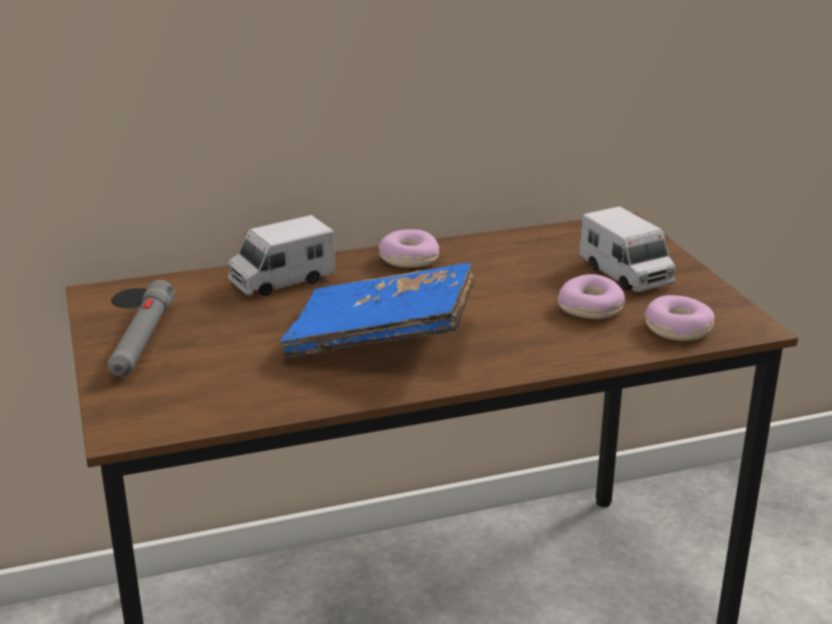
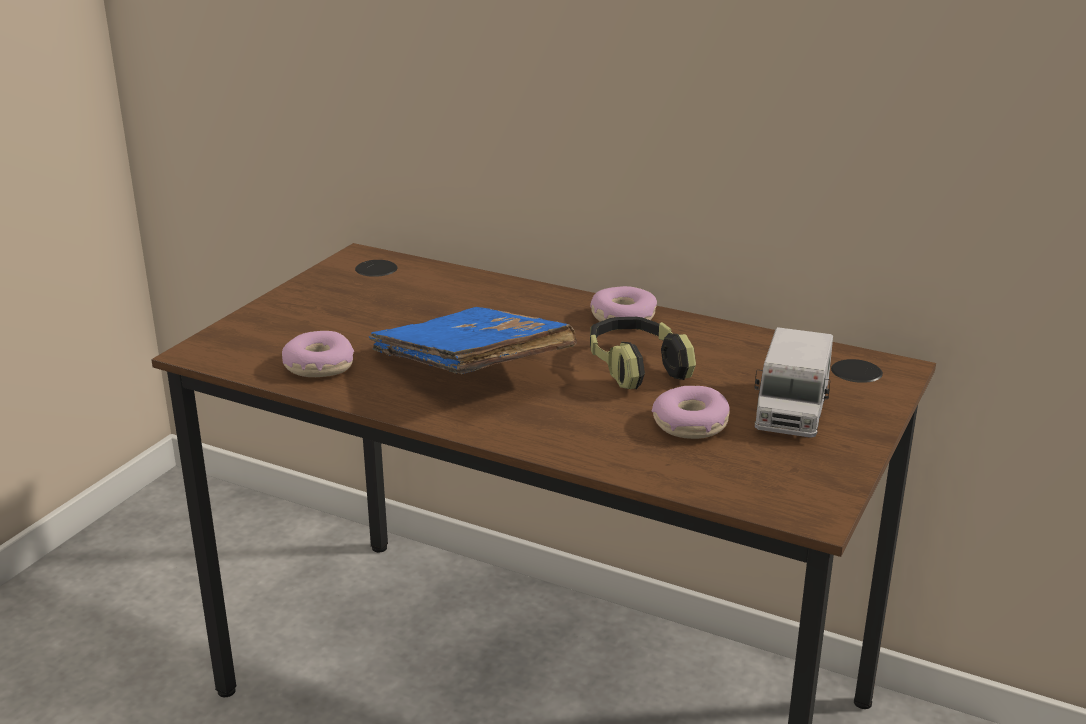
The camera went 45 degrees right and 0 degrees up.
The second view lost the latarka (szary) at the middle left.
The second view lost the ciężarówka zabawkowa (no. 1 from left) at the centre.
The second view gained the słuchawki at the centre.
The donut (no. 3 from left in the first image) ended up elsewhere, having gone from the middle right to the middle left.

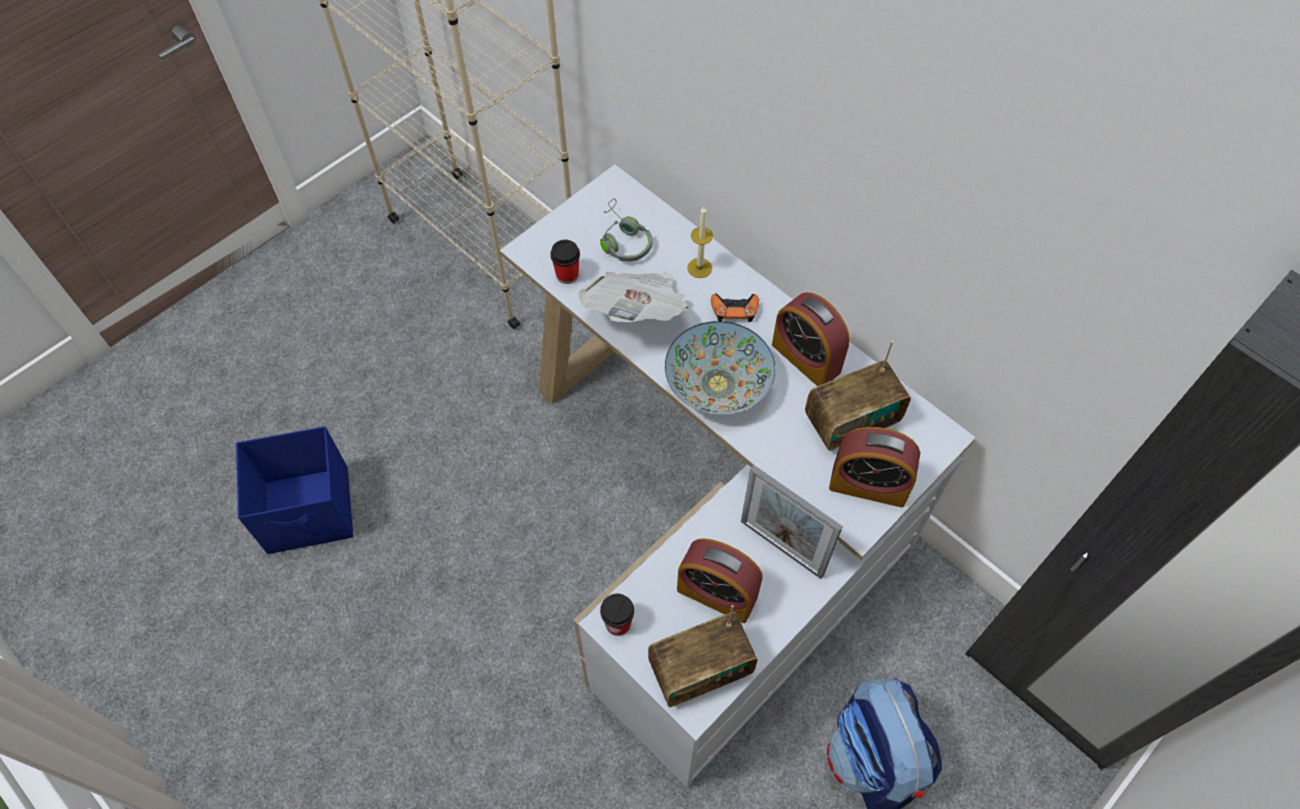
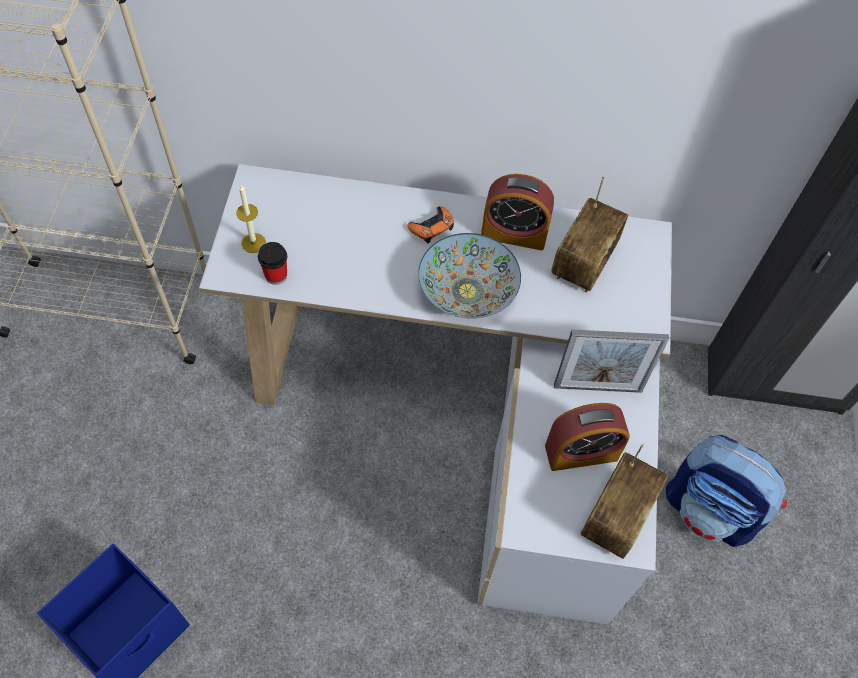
The camera went 40 degrees left and 0 degrees up.
The second view lost the gazeta at the centre.
The second view lost the słuchawki (szary) at the top centre.
The second view lost the filiżanka (no. 2 from left) at the bottom centre.
The second view lost the budzik (no. 3 from left) at the middle right.
The świeca ended up elsewhere, having gone from the top centre to the top left.

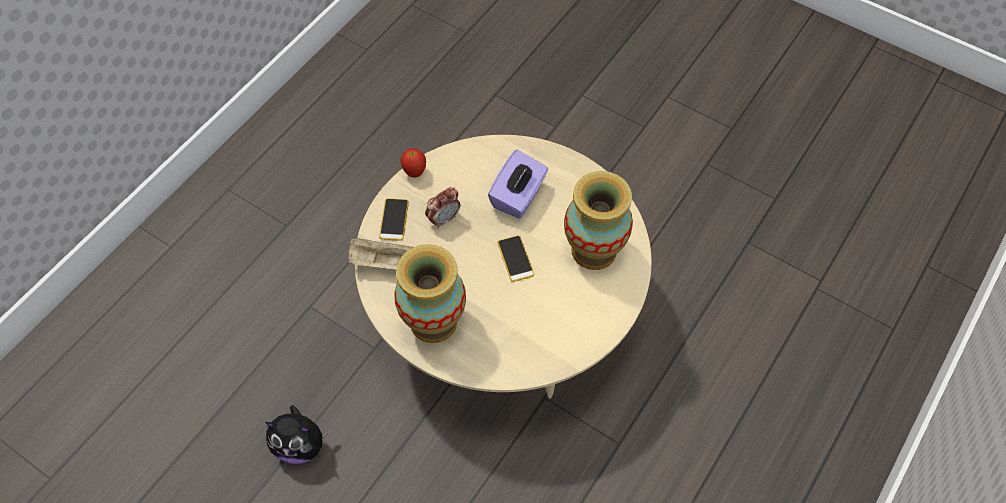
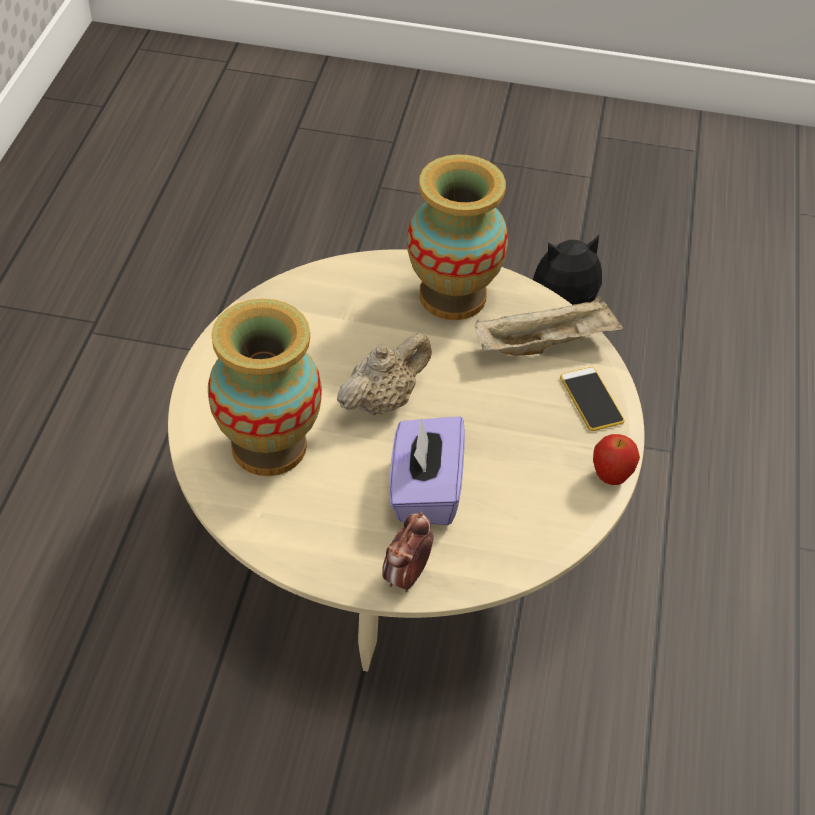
The camera went 155 degrees right and 10 degrees down.
The budzik ended up elsewhere, having gone from the centre to the bottom centre.
Where the telefon (no. 2 from left) stood at the centre, the imbryk (beżowy) came to stand at the centre.

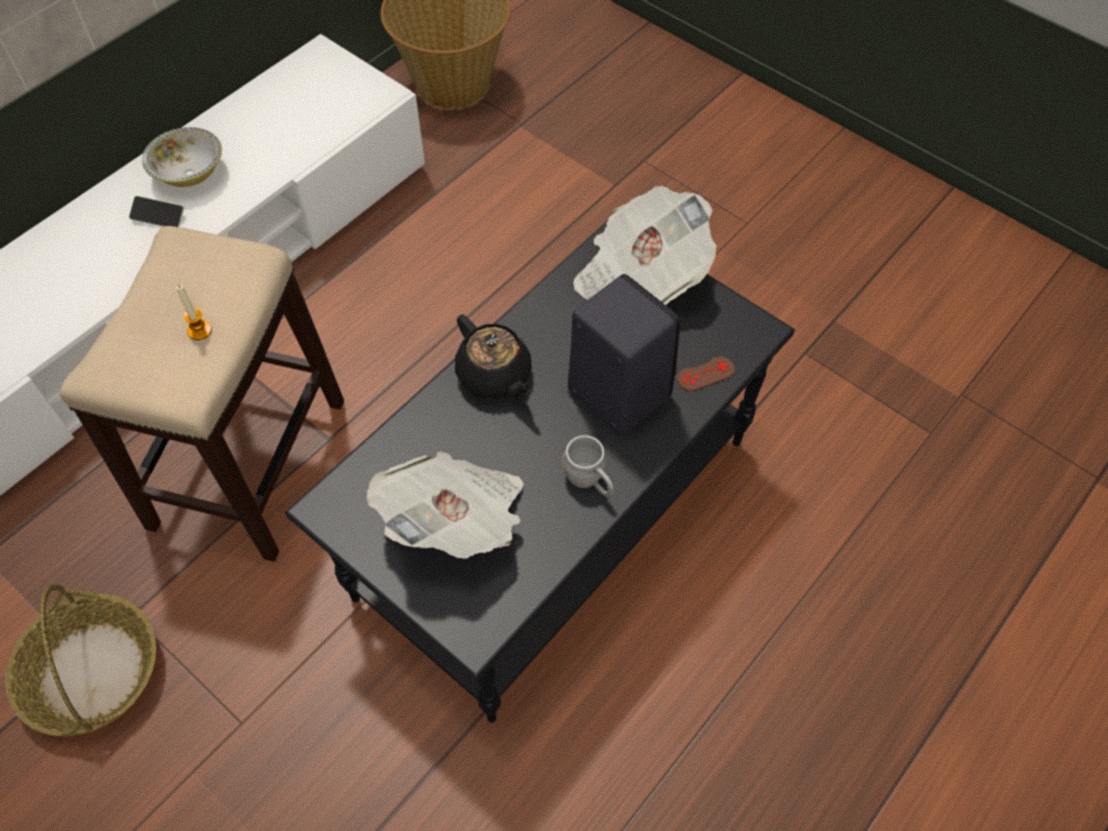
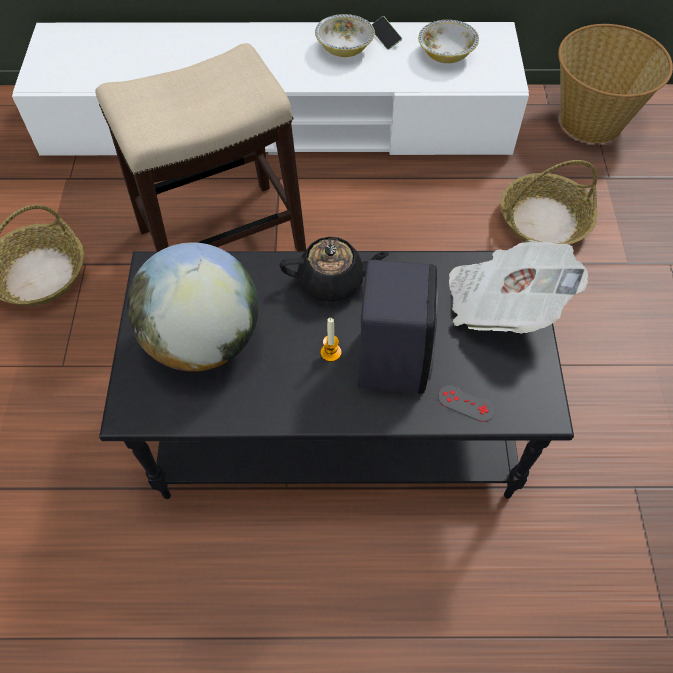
The camera went 50 degrees right and 0 degrees up.
The second view lost the kubek (szary) at the centre.
The second view gained the miska (no. 2 from left) at the top centre.
The second view gained the koszyk (no. 2 from left) at the top right.
The telefon ended up elsewhere, having gone from the top left to the top centre.
The świeca ended up elsewhere, having gone from the middle left to the centre.
Where the gazeta (no. 1 from left) stood at the centre, the globus came to stand at the middle left.
What was the pad do gier (brązowy) at the centre turned into the pad do gier (szary) at the middle right.
The imbryk (czarny) at the centre ended up facing another way, 105 degrees counterclockwise from before.

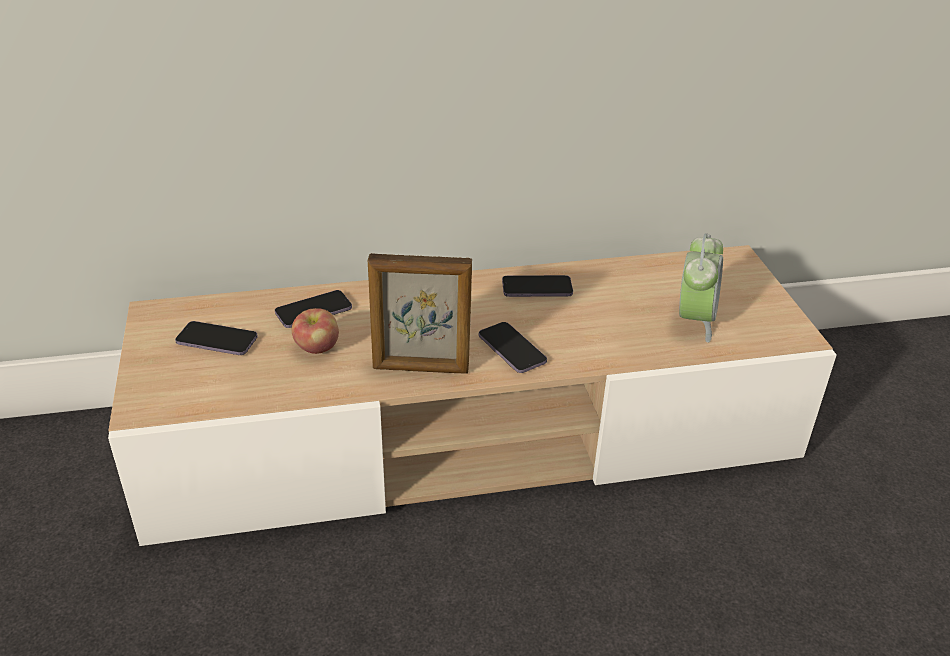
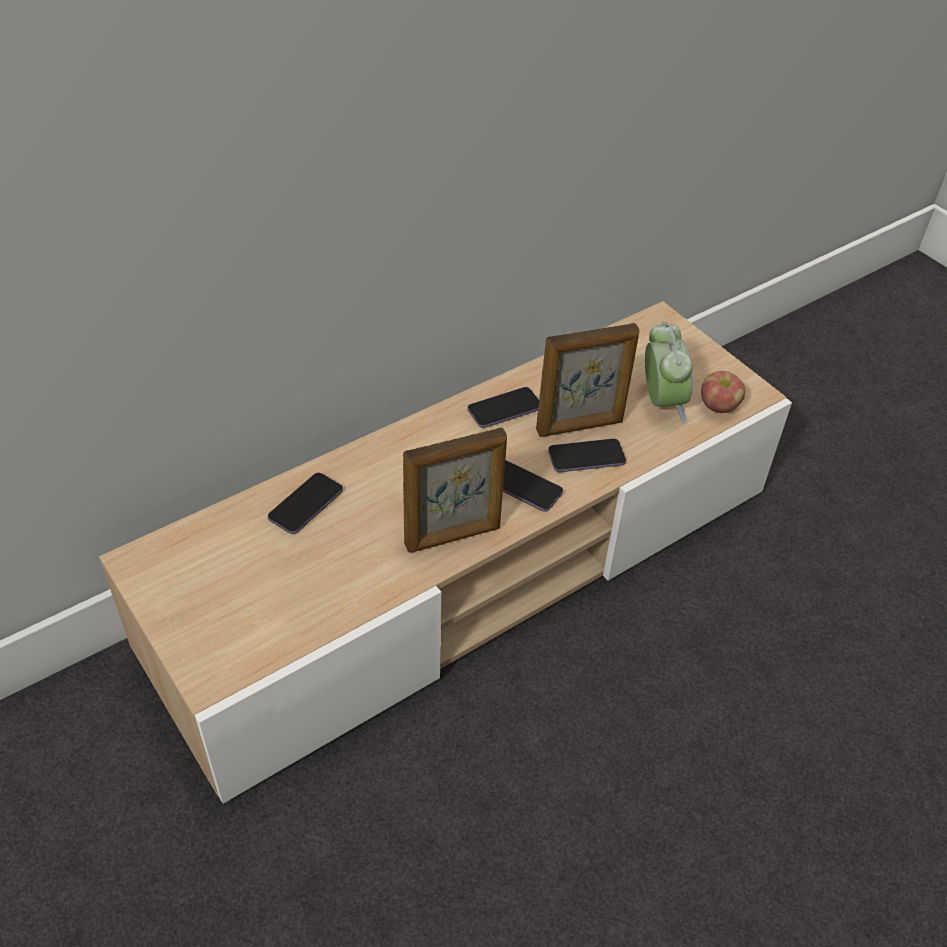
The camera went 25 degrees left and 10 degrees up.
The second view gained the ramka na zdjęcie (no. 2 from left) at the centre.
The telefon (no. 1 from left in the first image) ended up elsewhere, having gone from the middle left to the centre.
The jabłko ended up elsewhere, having gone from the middle left to the middle right.

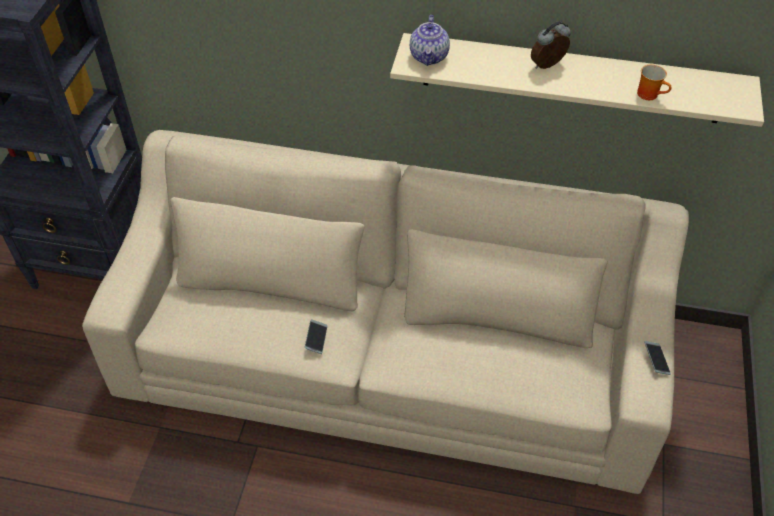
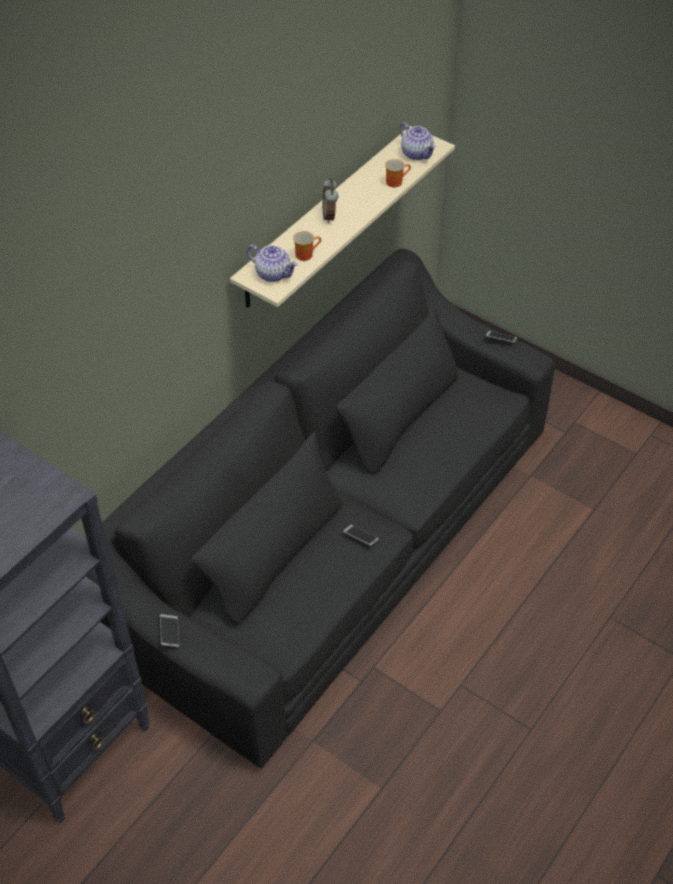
The camera went 65 degrees left and 0 degrees up.
The second view gained the telefon (no. 1 from left) at the bottom left.
The second view gained the kubek (no. 1 from left) at the top centre.
The second view gained the imbryk (no. 2 from left) at the top centre.
What was the kanapa (beżowy) at the centre turned into the kanapa (czarny) at the centre.

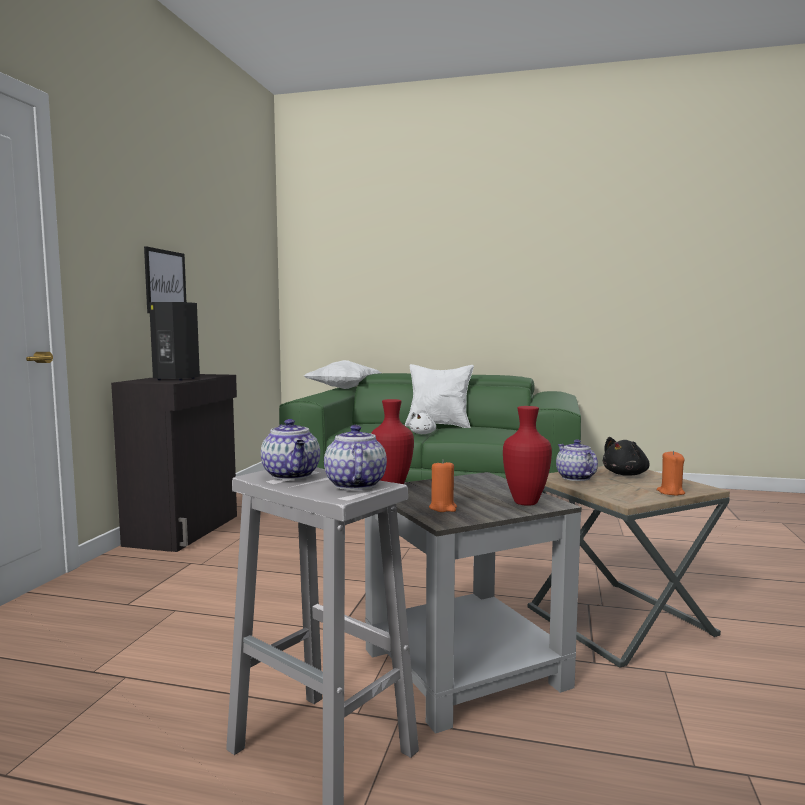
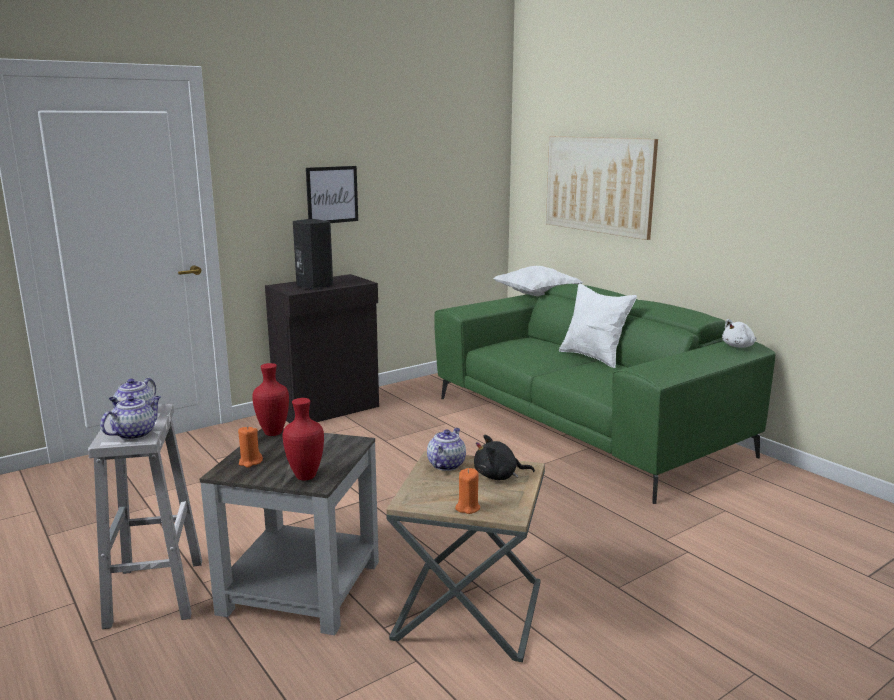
The camera went 40 degrees right and 10 degrees up.
The second view gained the obraz (no. 2 from left) at the top right.
The pluszak (biały) ended up elsewhere, having gone from the centre to the middle right.

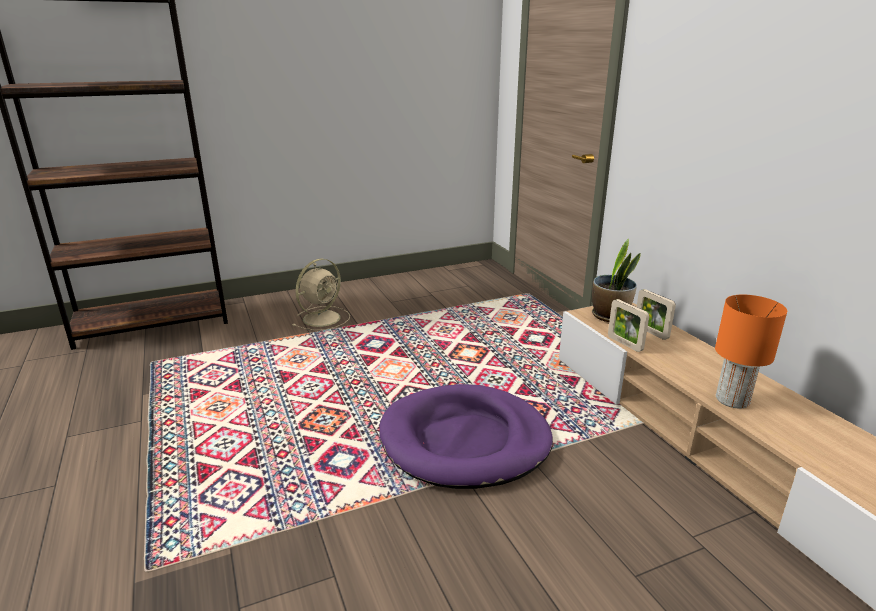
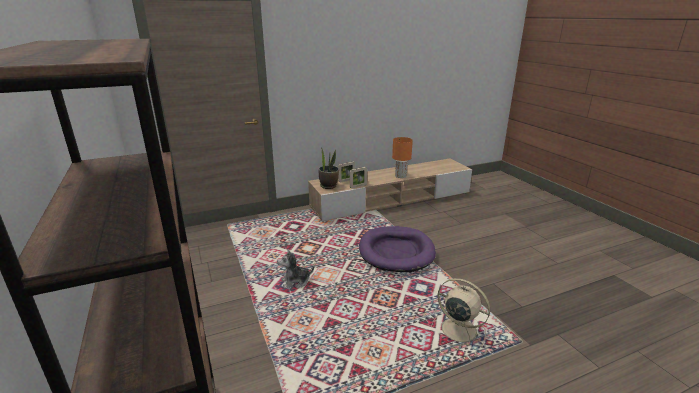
The camera went 90 degrees left and 0 degrees up.
The second view gained the pluszak at the bottom centre.
The wentylator (beżowy) ended up elsewhere, having gone from the centre to the bottom centre.

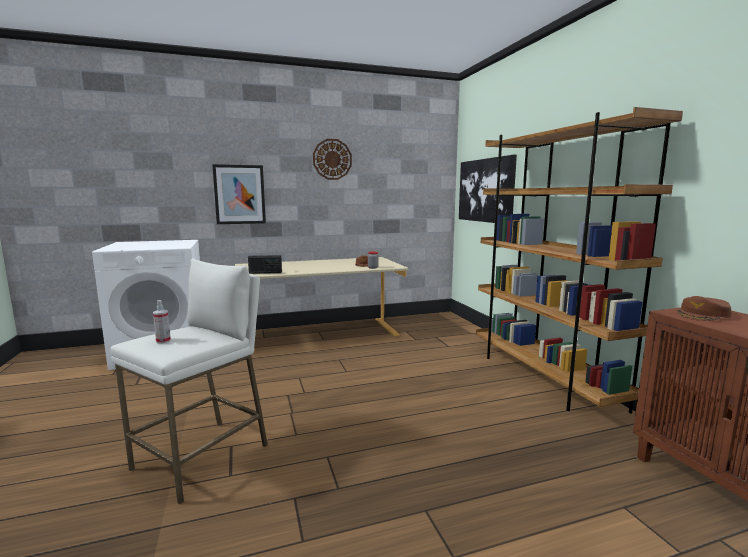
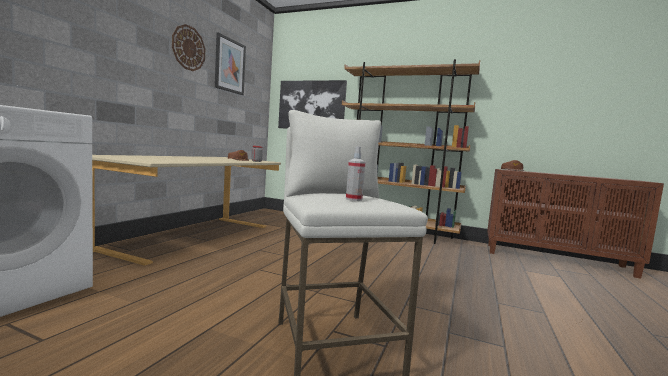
The camera went 50 degrees left and 5 degrees down.
The second view lost the radio at the centre.
The obraz (no. 1 from left) ended up elsewhere, having gone from the middle left to the top centre.

